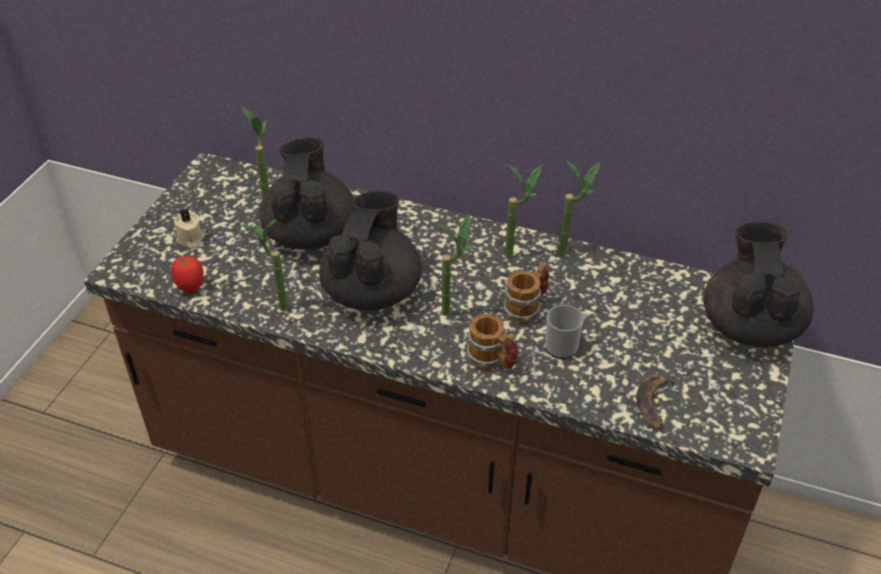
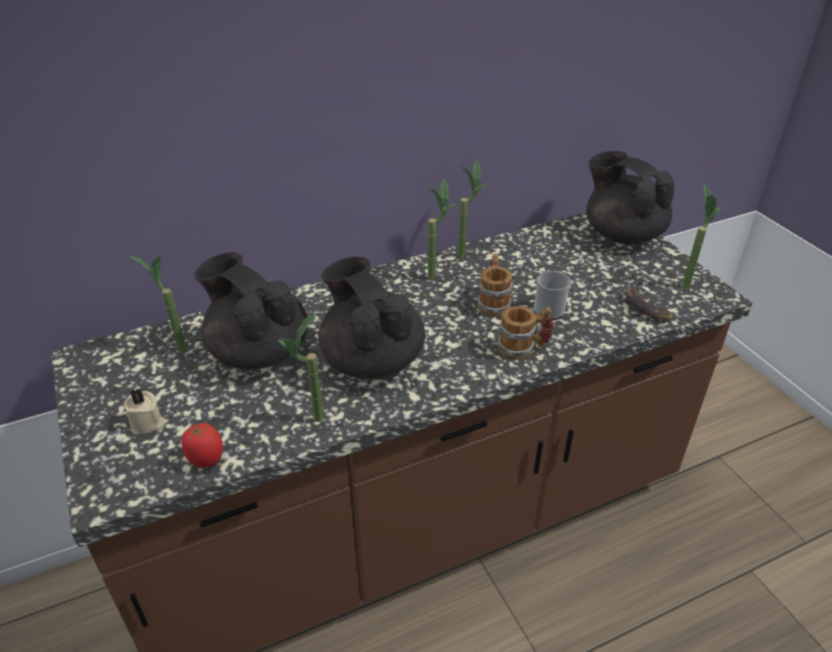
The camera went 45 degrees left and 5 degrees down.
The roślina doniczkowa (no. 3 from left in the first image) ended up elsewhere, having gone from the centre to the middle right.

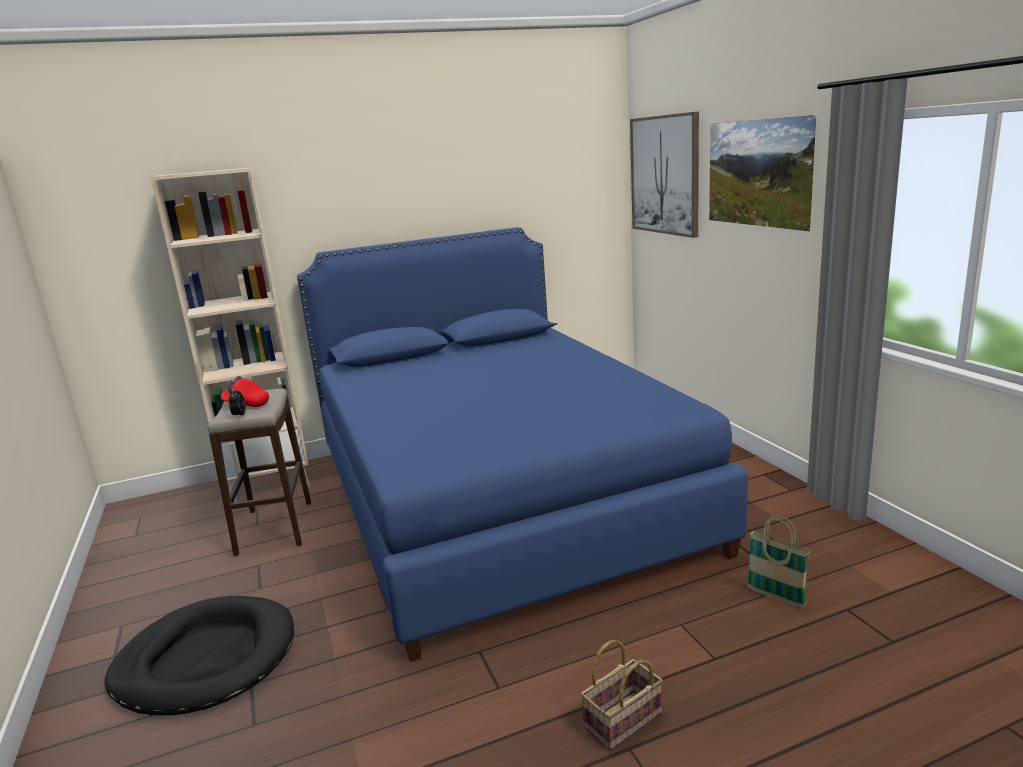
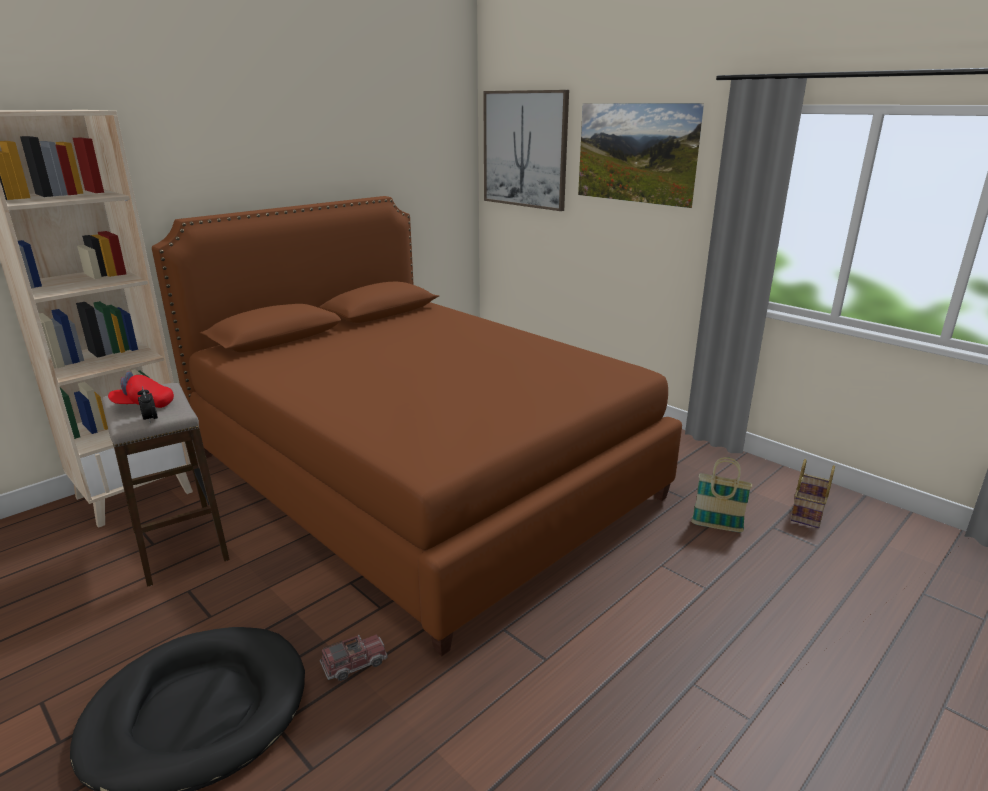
The camera went 25 degrees left and 5 degrees up.
The second view gained the ciężarówka zabawkowa at the bottom centre.
The koszyk (no. 1 from left in the first image) ended up elsewhere, having gone from the bottom centre to the middle right.
What was the łóżko (niebieski) at the centre turned into the łóżko (brązowy) at the centre.

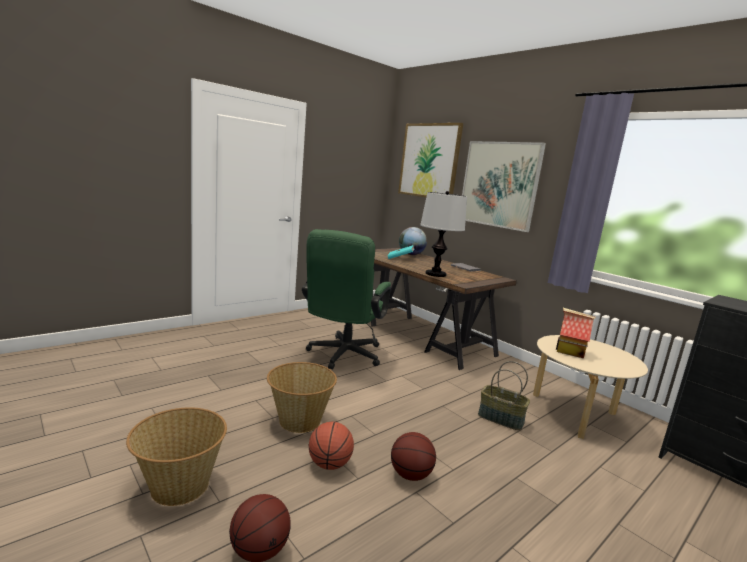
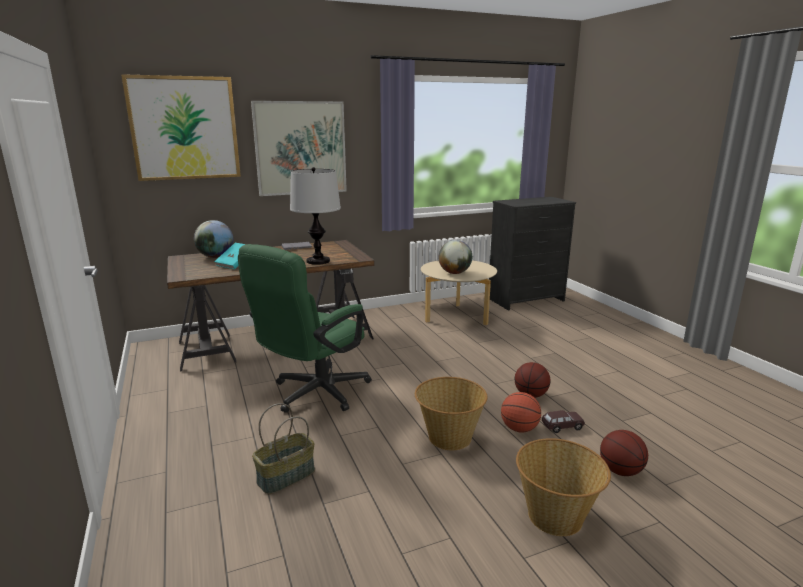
The camera went 70 degrees left and 5 degrees up.
The second view gained the samochodzik (brązowy) at the bottom right.
The koszyk (no. 3 from left in the first image) ended up elsewhere, having gone from the bottom right to the bottom centre.
Where the domek stood at the middle right, the globus (no. 2 from left) came to stand at the centre.
The krzesło biurowe (zielony) at the centre ended up facing another way, 90 degrees clockwise from before.

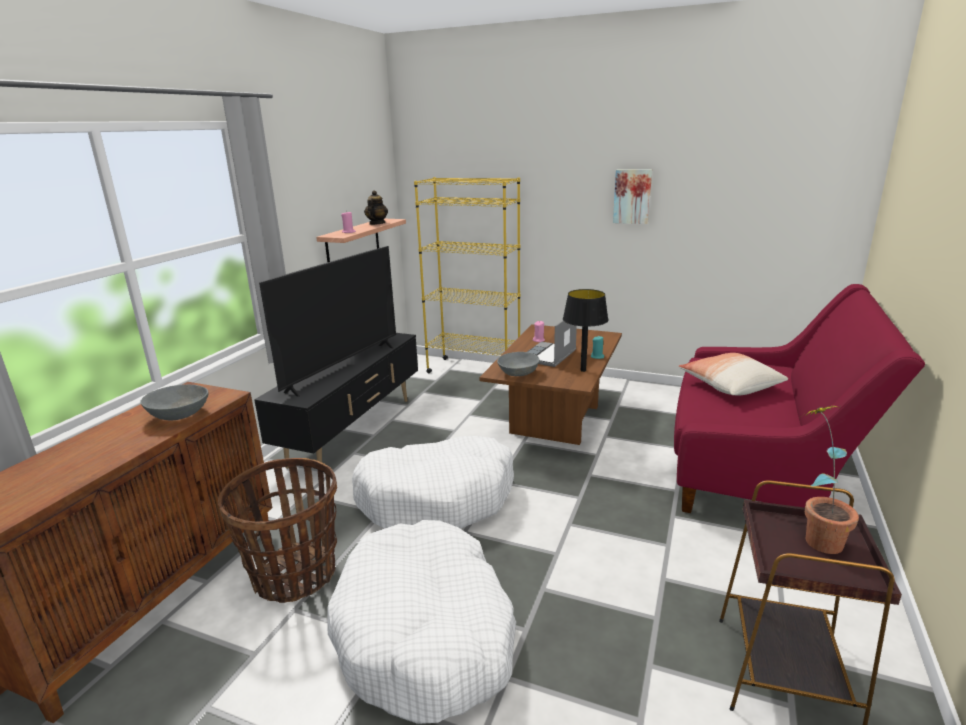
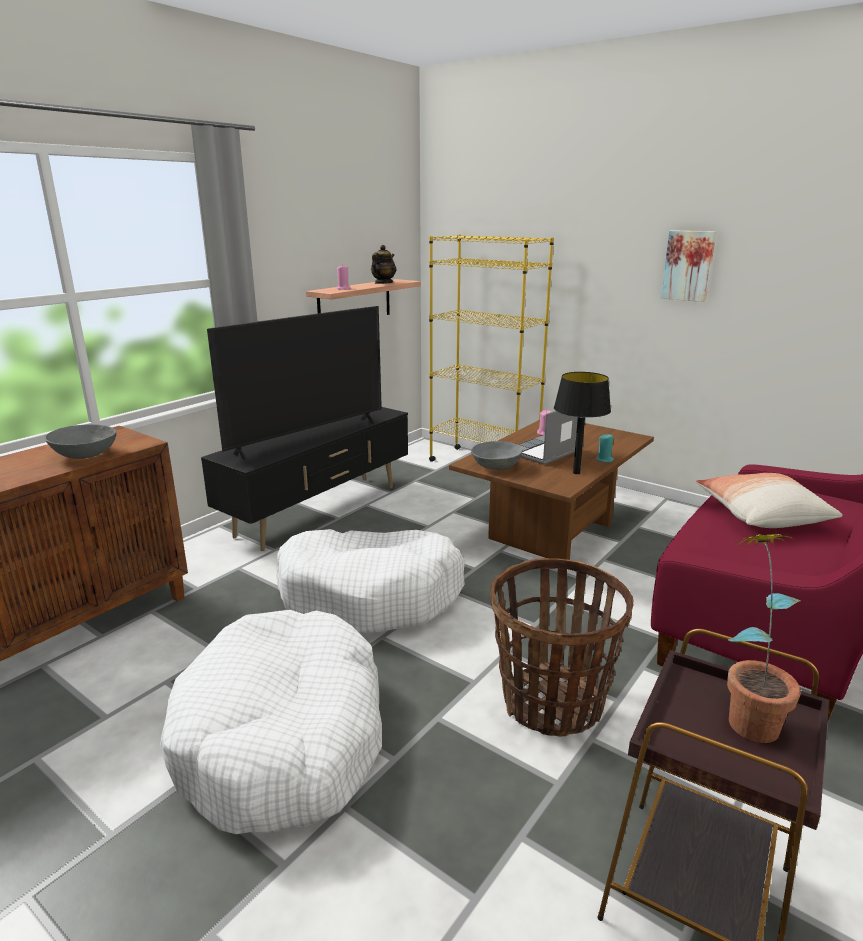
The camera went 15 degrees right and 0 degrees up.
The koszyk ended up elsewhere, having gone from the bottom left to the bottom centre.

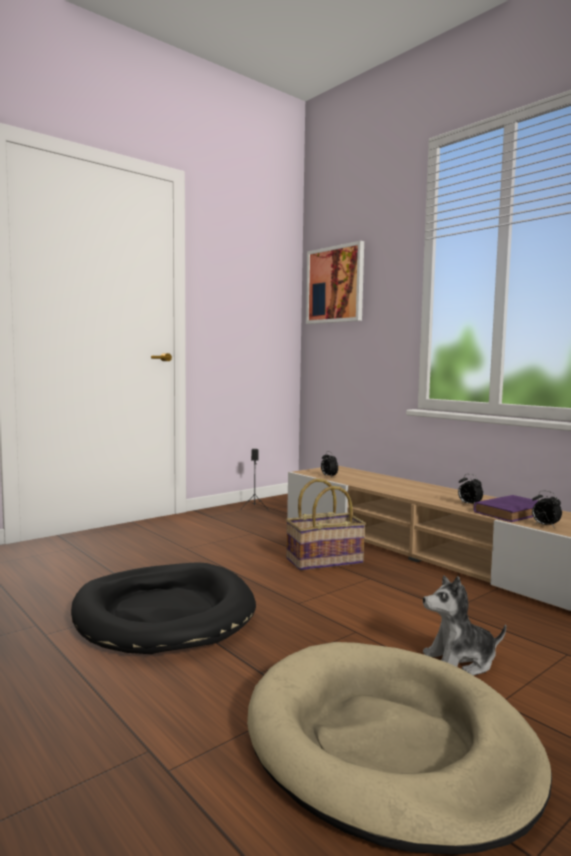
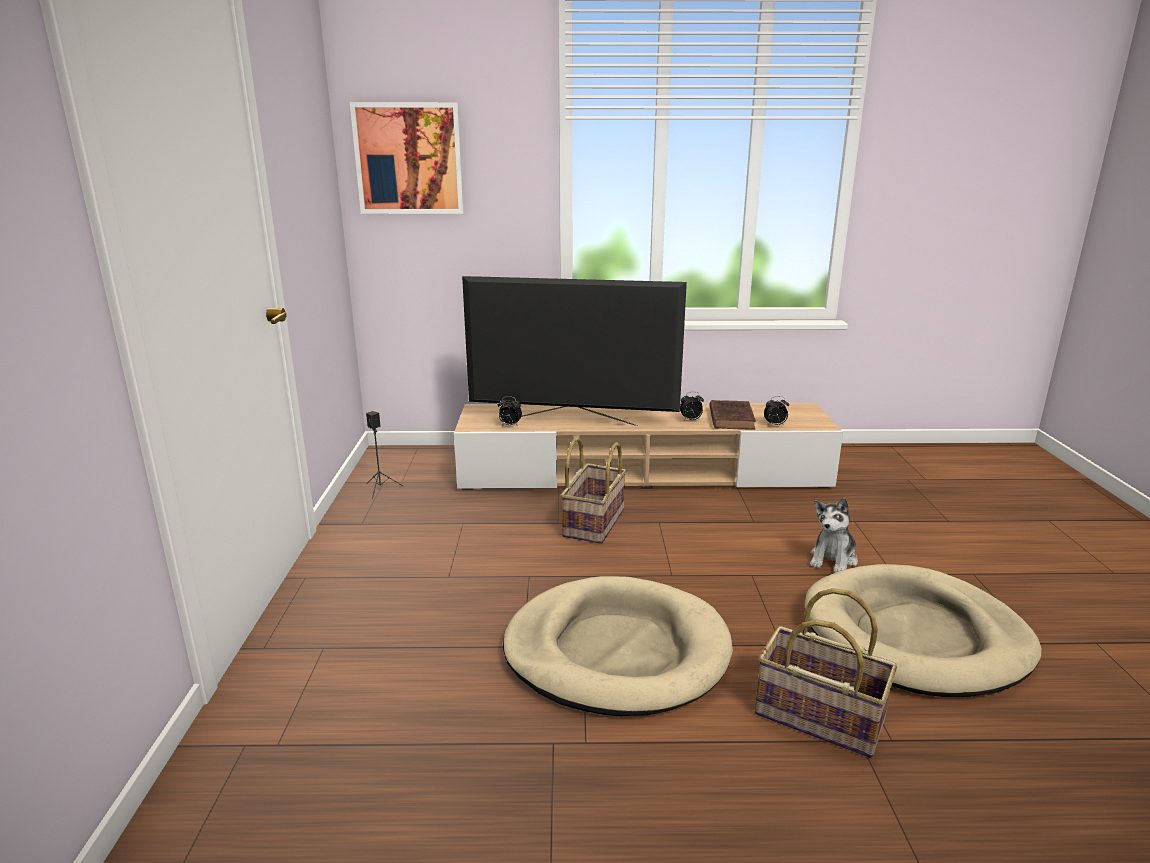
The camera went 50 degrees left and 15 degrees up.
The second view gained the telewizor at the centre.
The second view gained the koszyk (no. 2 from left) at the bottom right.
What was the legowisko (czarny) at the bottom left turned into the legowisko (beżowy) (no. 1 from left) at the bottom centre.
What was the książka (fioletowy) at the middle right turned into the książka (brązowy) at the centre.

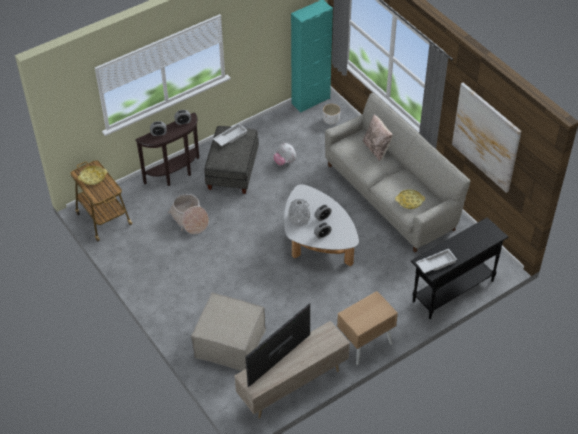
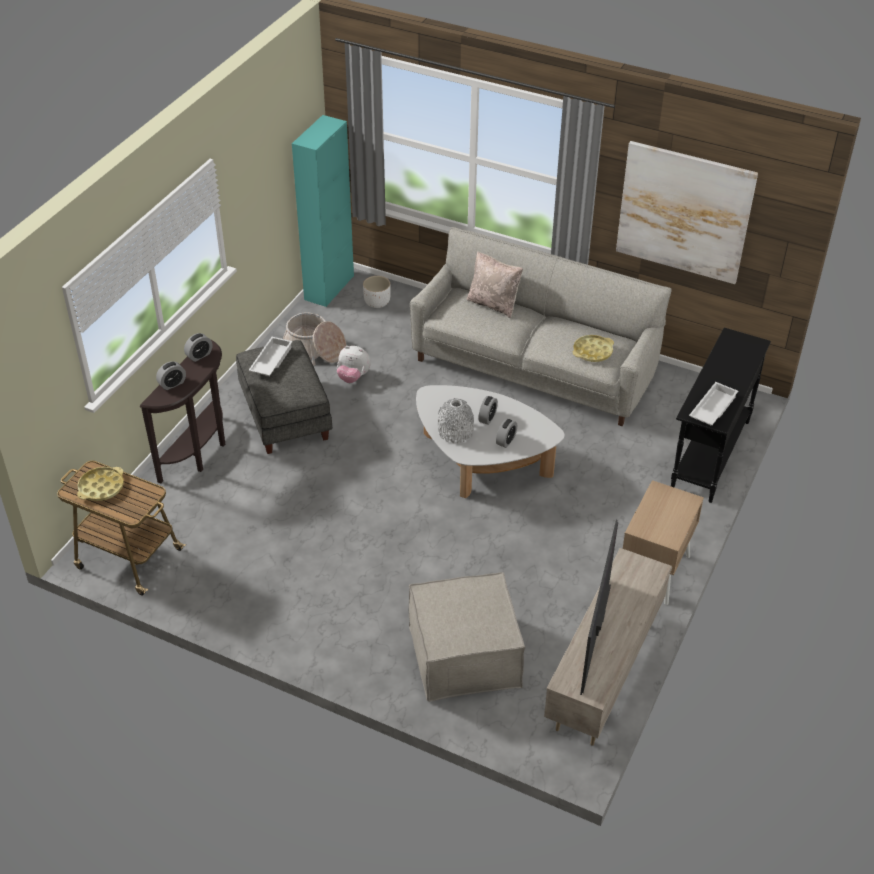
The camera went 30 degrees left and 5 degrees down.
The koszyk ended up elsewhere, having gone from the middle left to the centre.

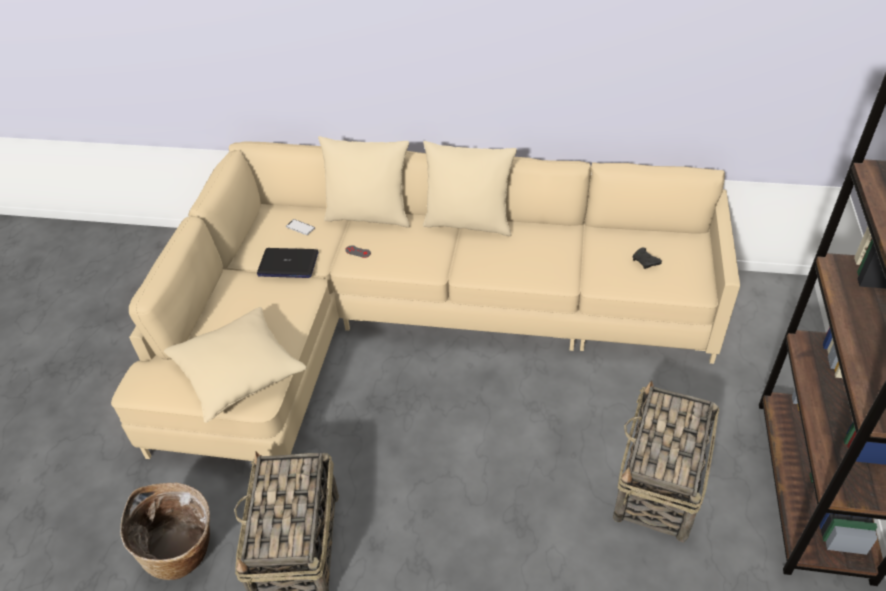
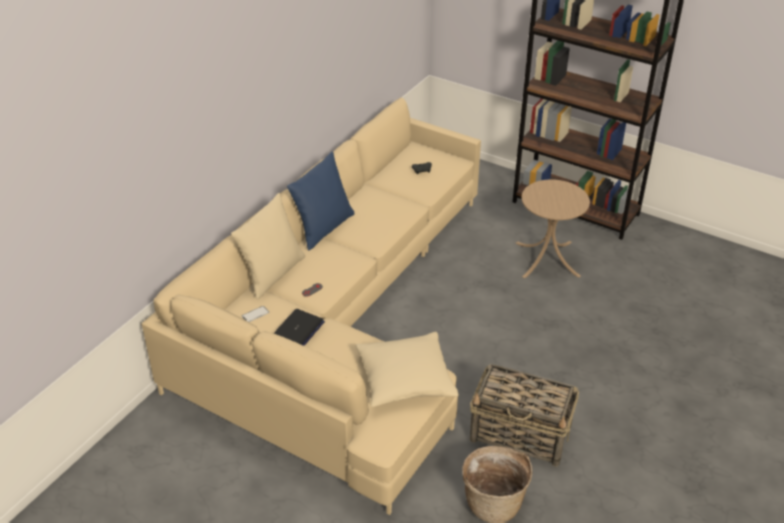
The camera went 70 degrees left and 5 degrees down.
Where the koszyk (no. 3 from left) stood at the bottom right, the stolik (beżowy) came to stand at the middle right.
What was the poduszka (beżowy) (no. 3 from left) at the top centre turned into the poduszka (niebieski) at the centre.

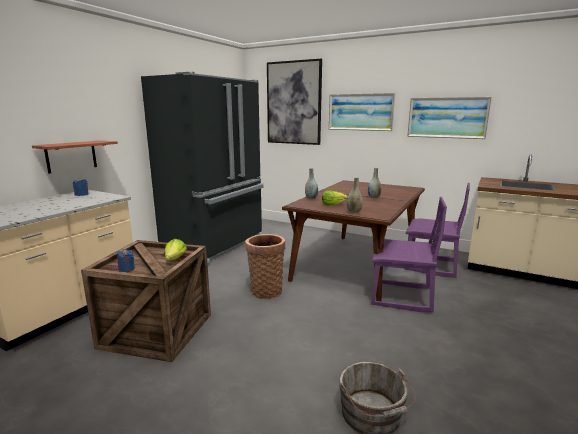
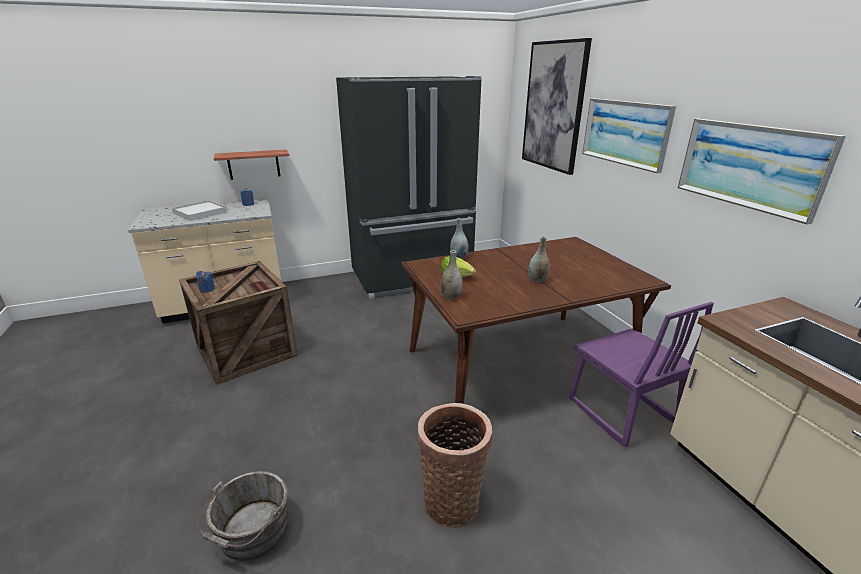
The camera went 40 degrees right and 10 degrees up.
The second view lost the sałata (no. 1 from left) at the middle left.
The second view lost the krzesło (fioletowy) (no. 1 from left) at the middle right.
The second view gained the taca (biały) at the middle left.
The koszyk ended up elsewhere, having gone from the centre to the bottom centre.

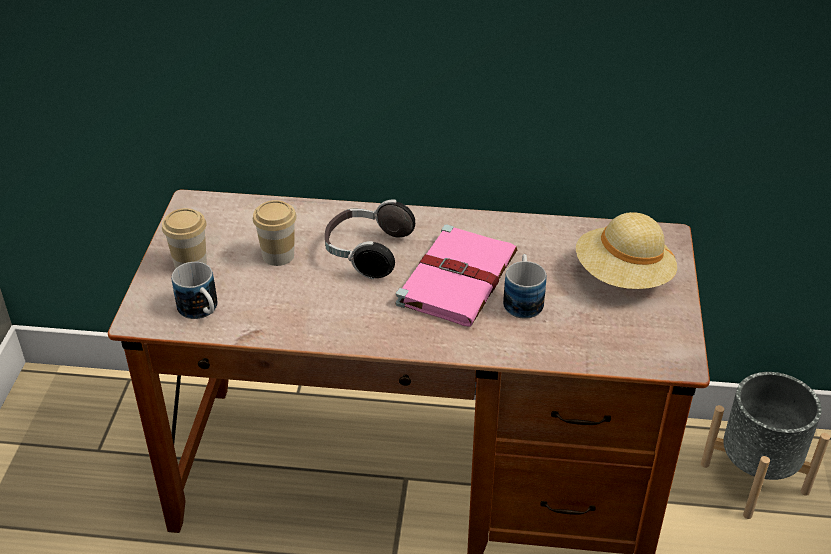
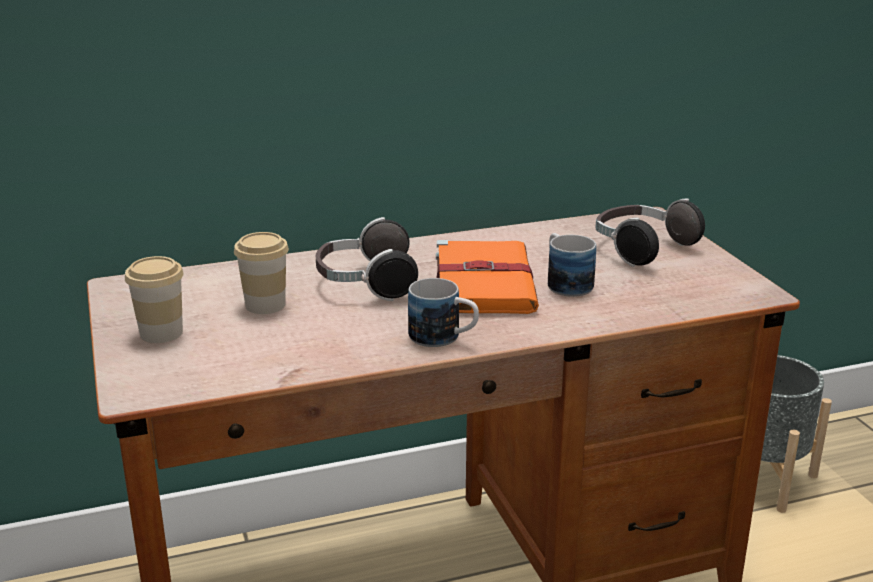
The camera went 25 degrees left and 15 degrees down.
The kubek (no. 1 from left) ended up elsewhere, having gone from the middle left to the centre.
Where the kapelusz (beżowy) stood at the middle right, the słuchawki (no. 2 from left) came to stand at the middle right.
What was the książka (różowy) at the centre turned into the książka (pomarańczowy) at the centre.

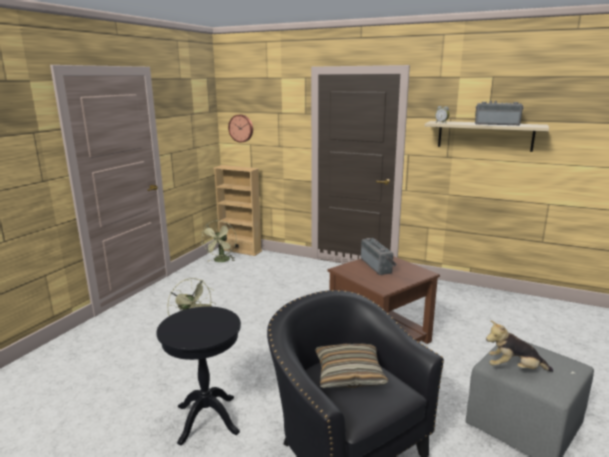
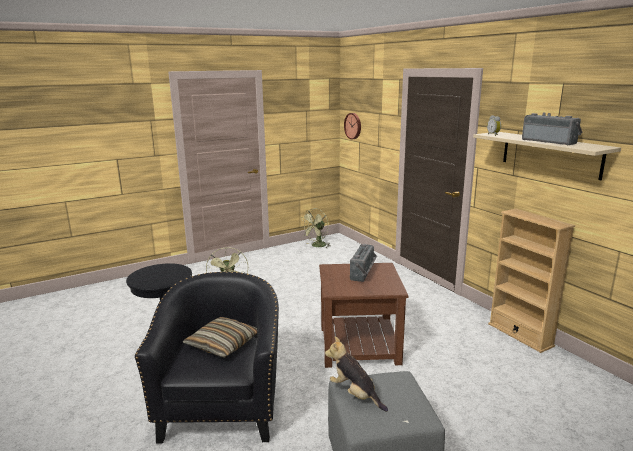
The camera went 35 degrees right and 0 degrees up.
The regał (beżowy) ended up elsewhere, having gone from the centre to the middle right.

